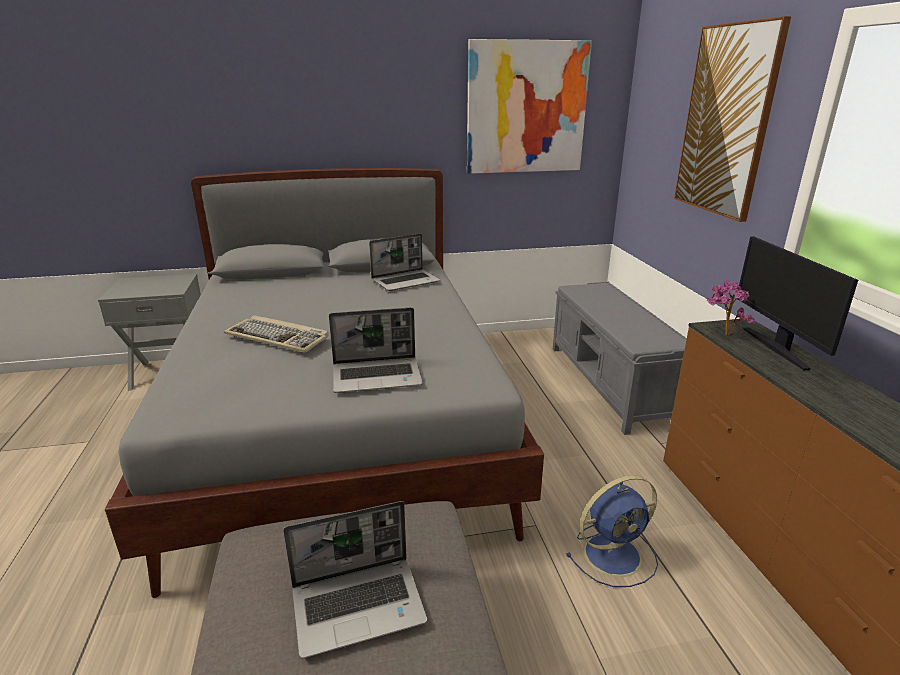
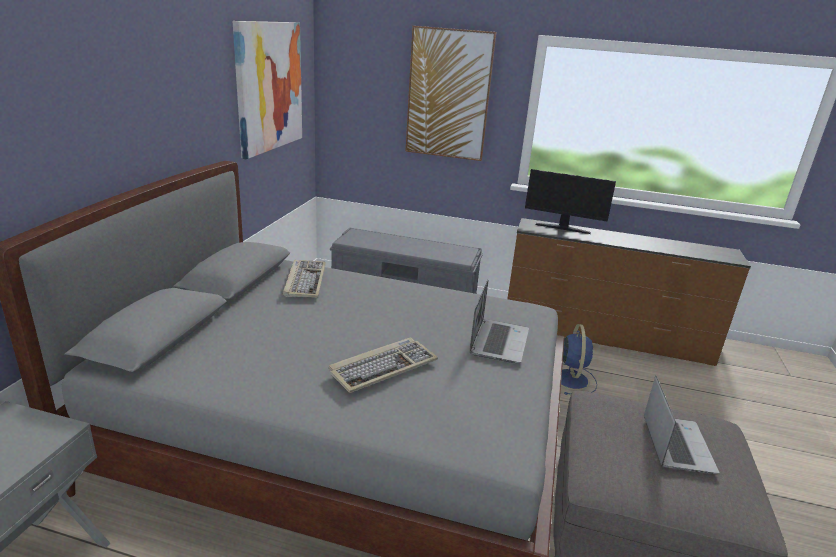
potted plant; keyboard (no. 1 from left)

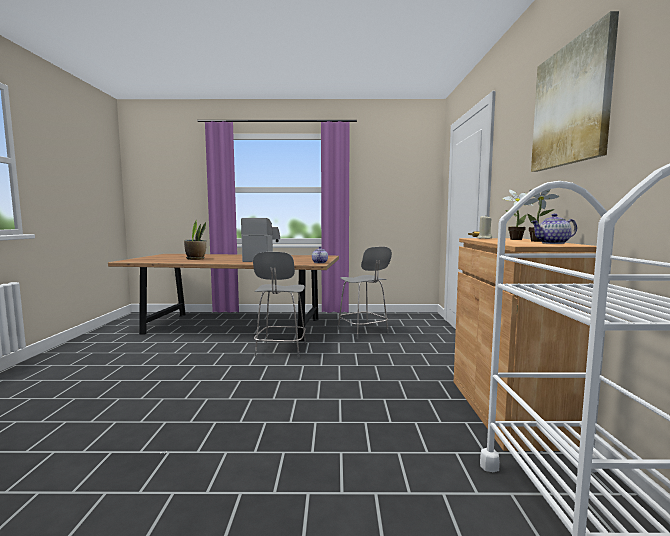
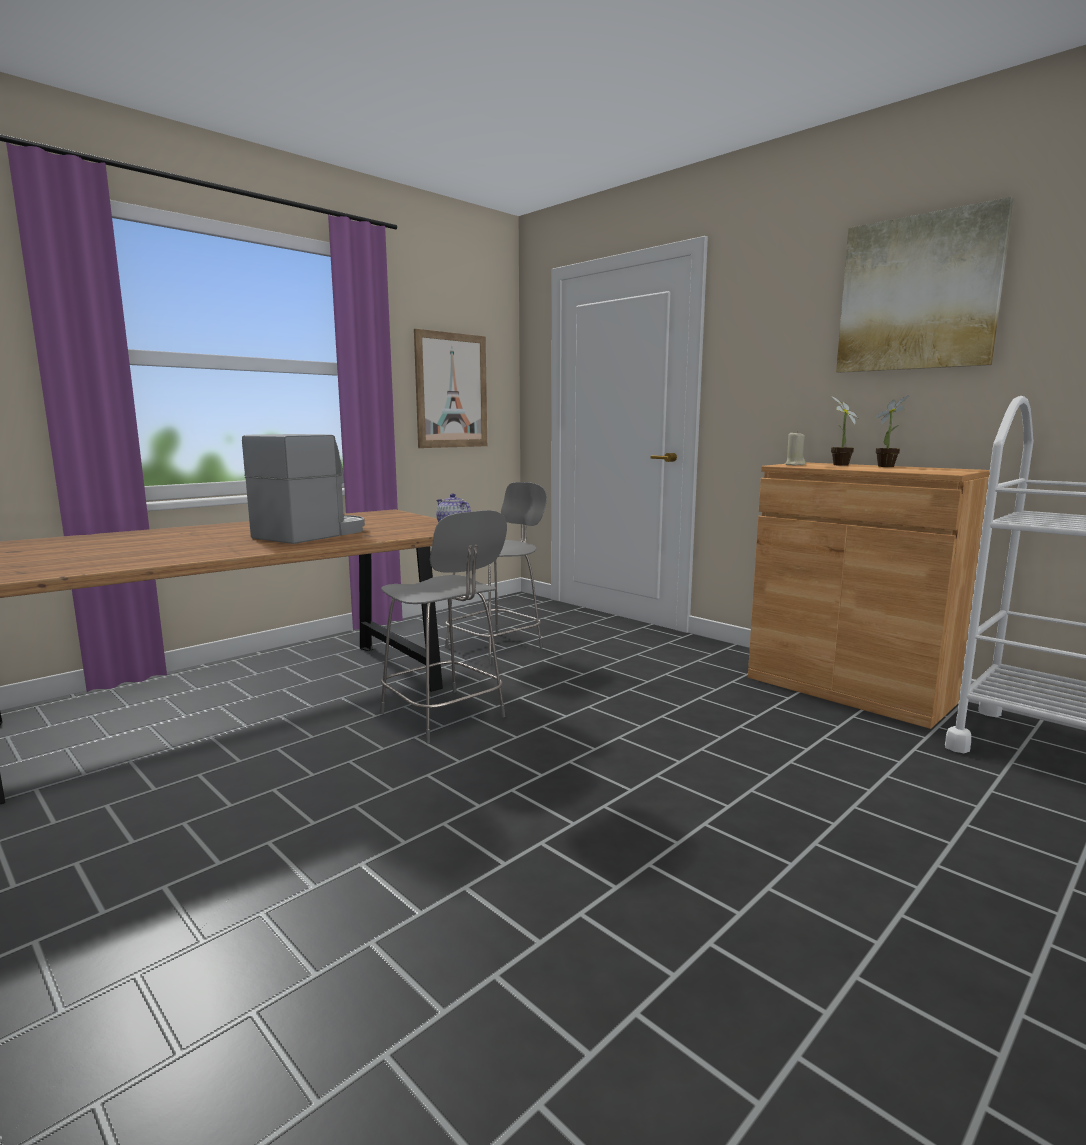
potted plant (no. 1 from left in the first image); teapot (no. 2 from left in the first image); wall art (no. 1 from left); upright chair (grey) (no. 2 from left)

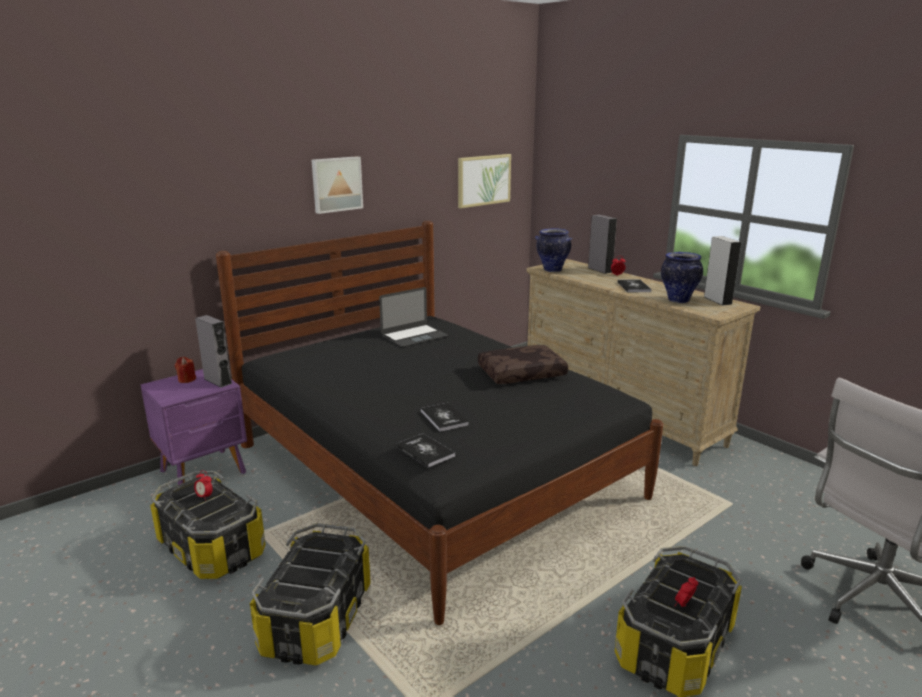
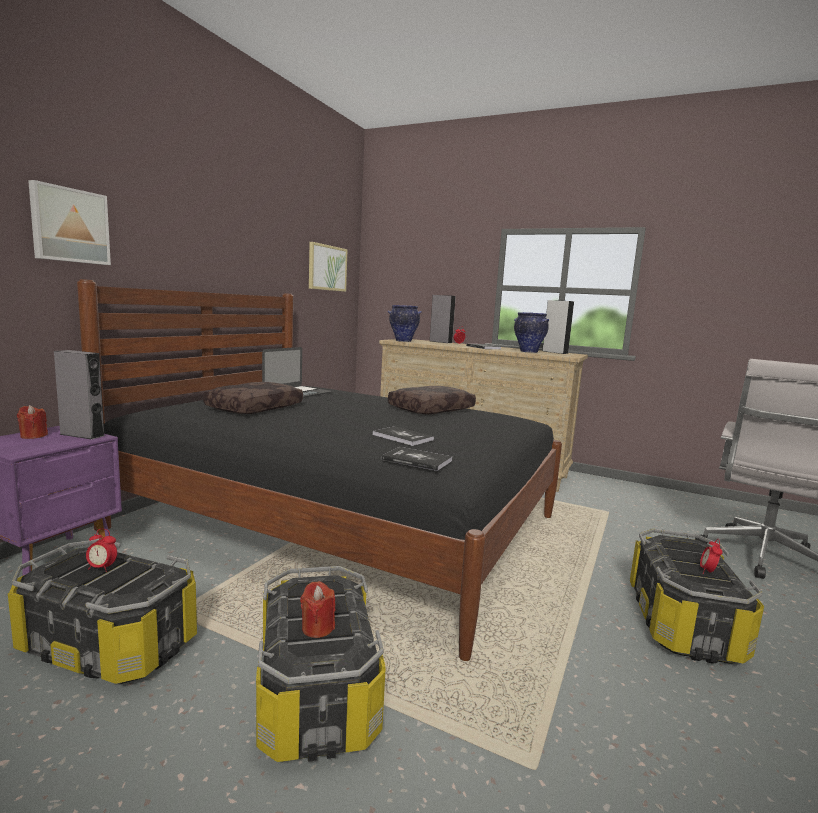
throw pillow (brown-coloured) (no. 1 from left); candle (reddish) (no. 2 from left); wall art (no. 1 from left)

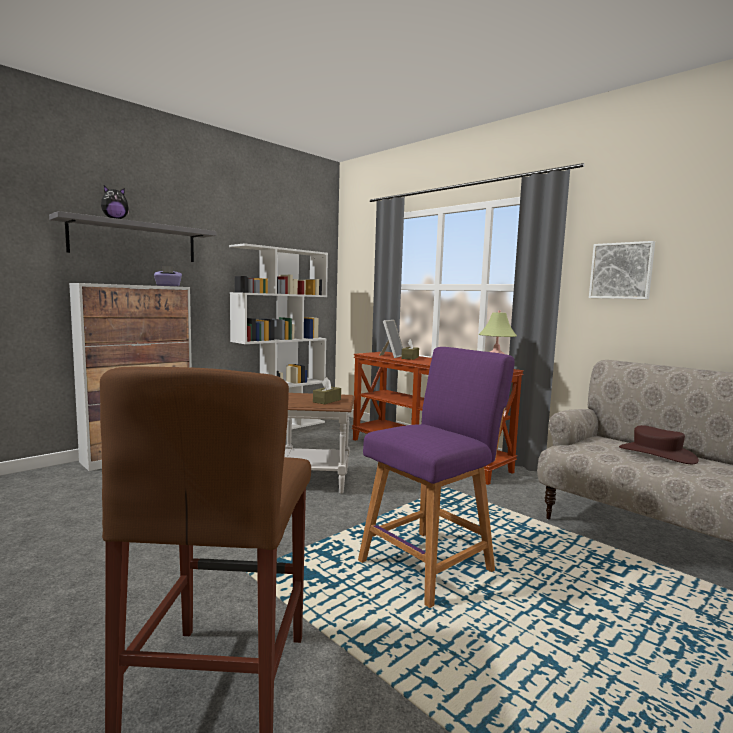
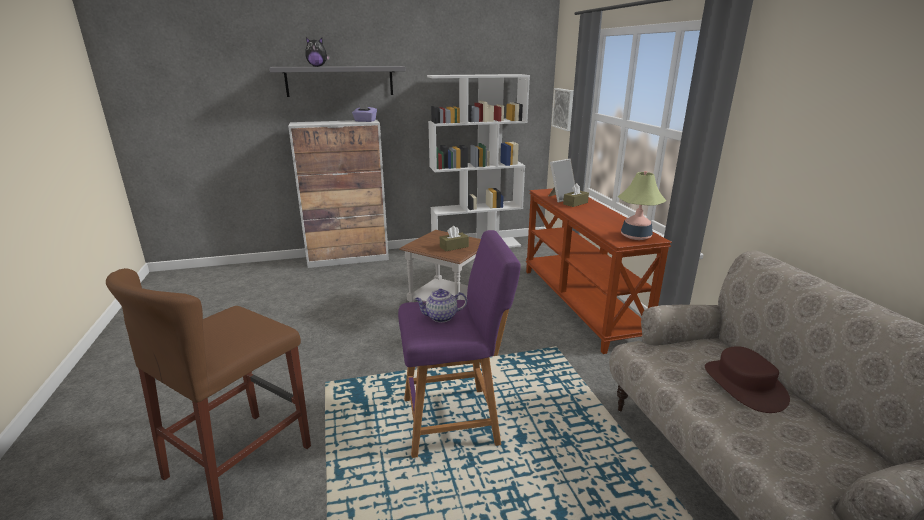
teapot; wall art

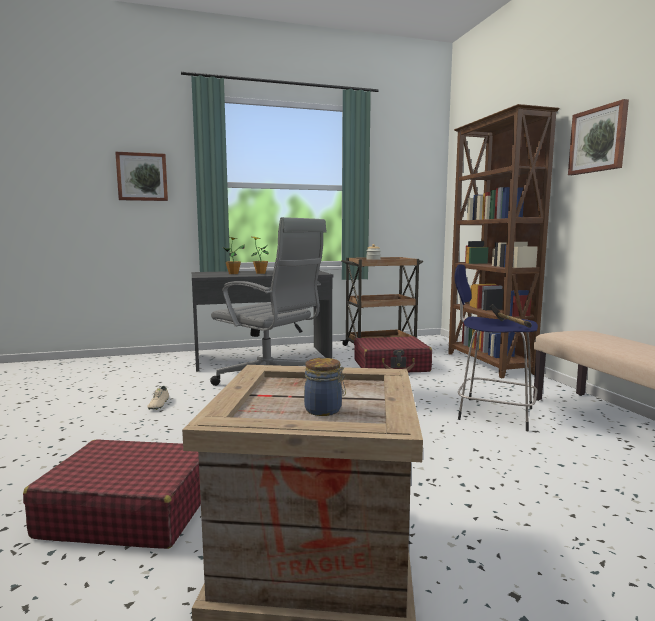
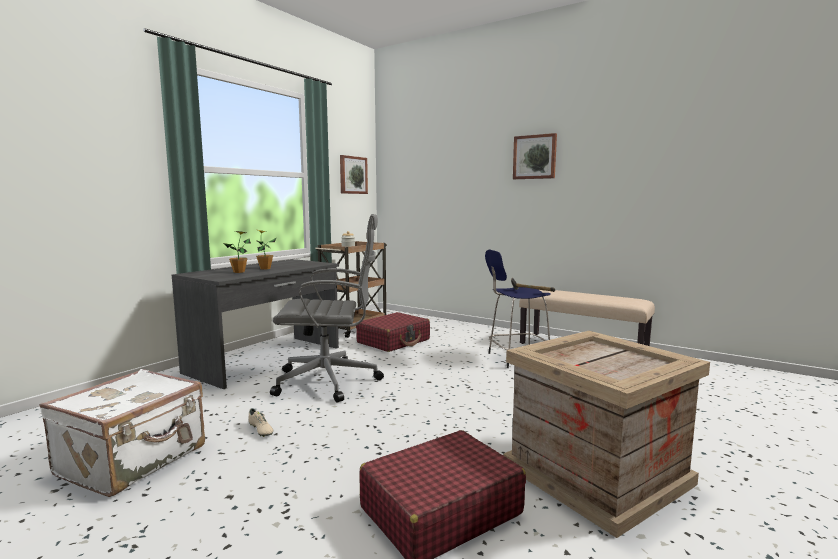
storage jar (no. 1 from left in the first image); bookcase (brown-coloured); travel case (white); wall art (no. 1 from left)

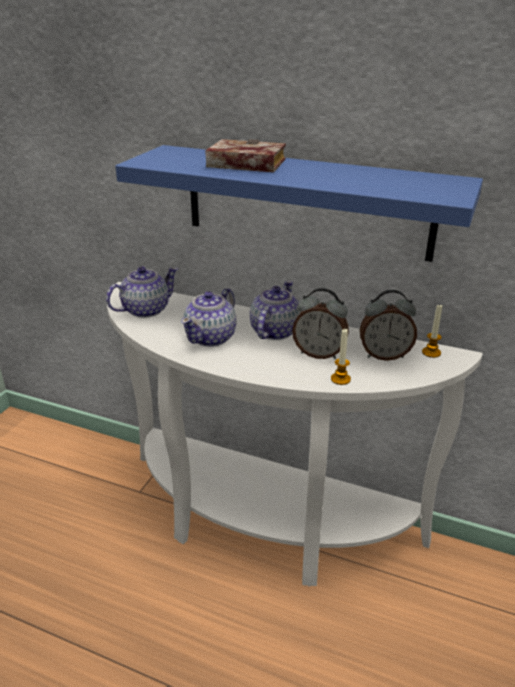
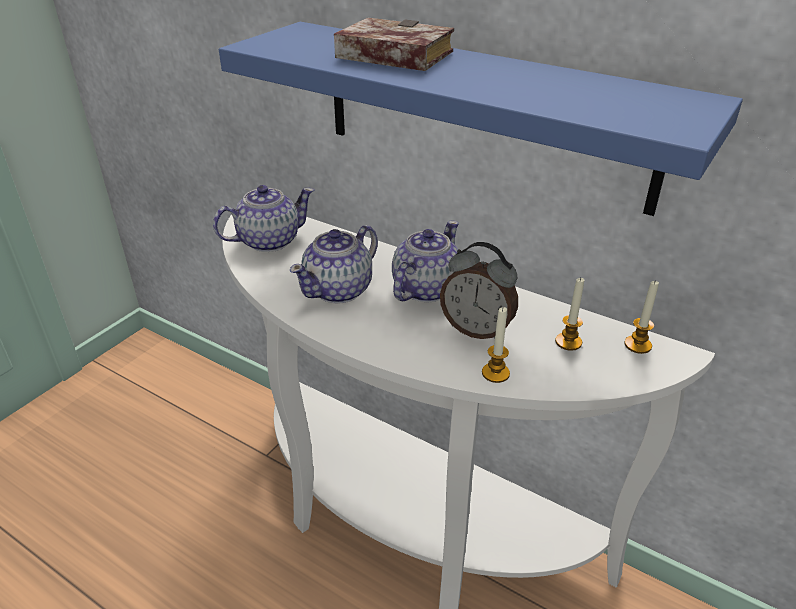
candle (no. 2 from left)

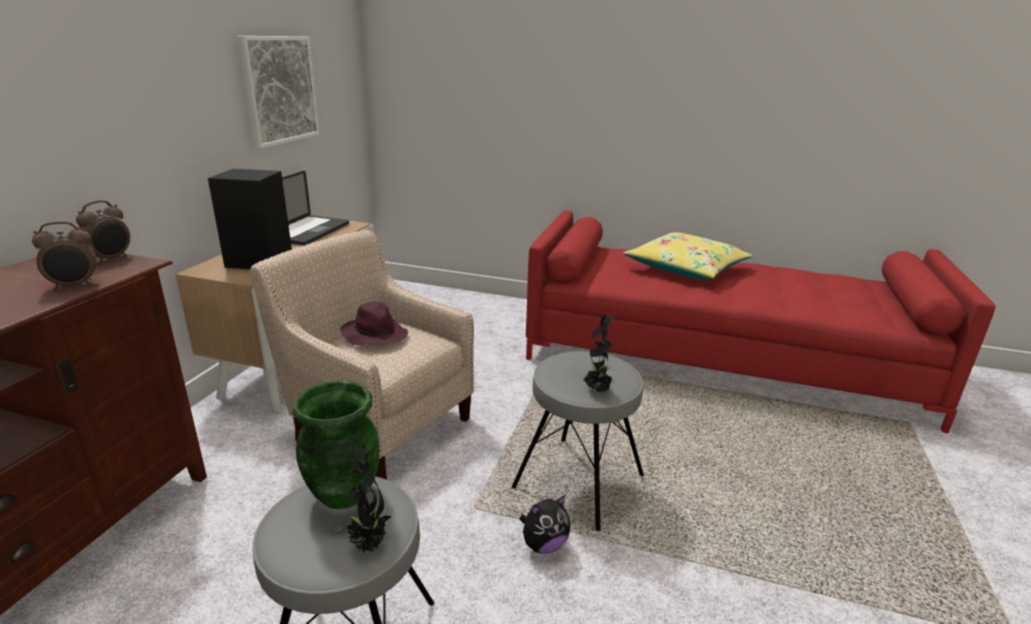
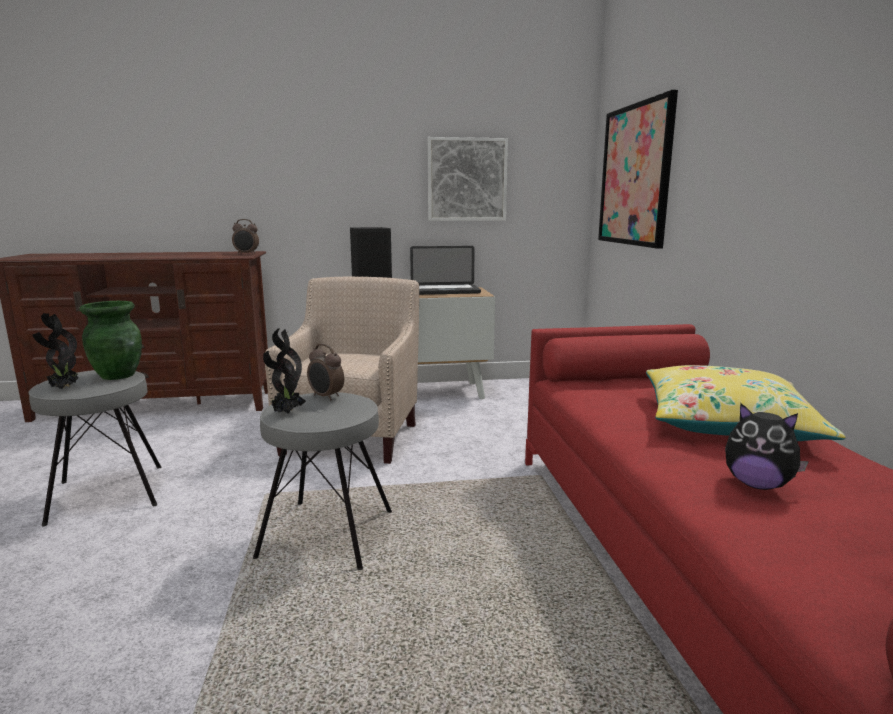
wearable hat (purple-coloured); wall art (no. 2 from left); alarm clock (no. 2 from left); cuddly toy

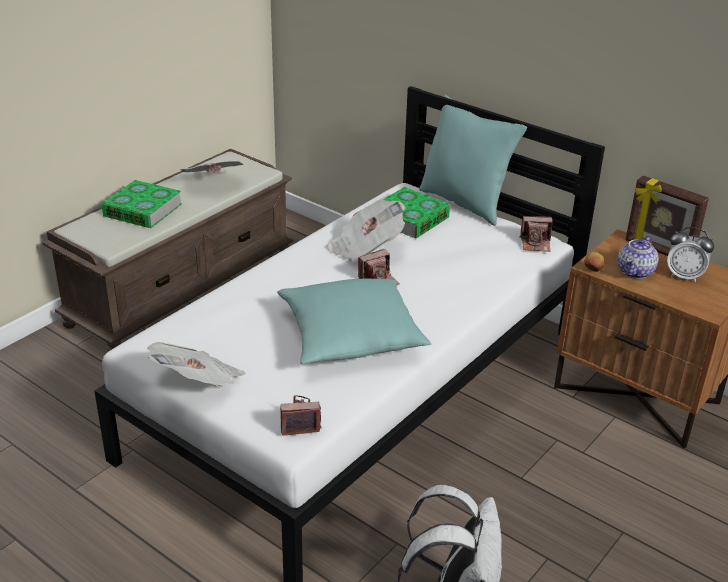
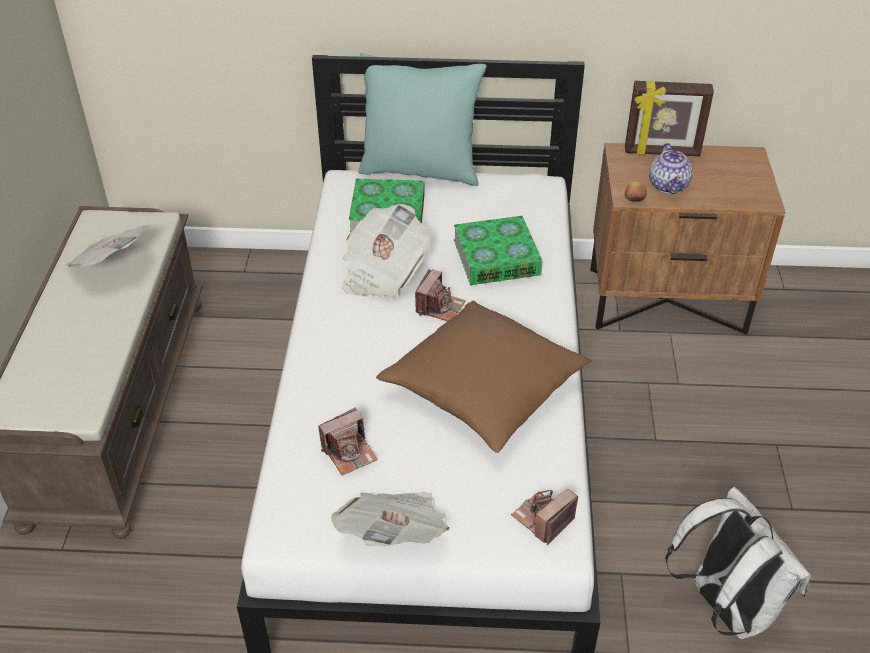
alarm clock; book (no. 2 from left); still camera (no. 1 from left); throw pillow (brown-coloured)

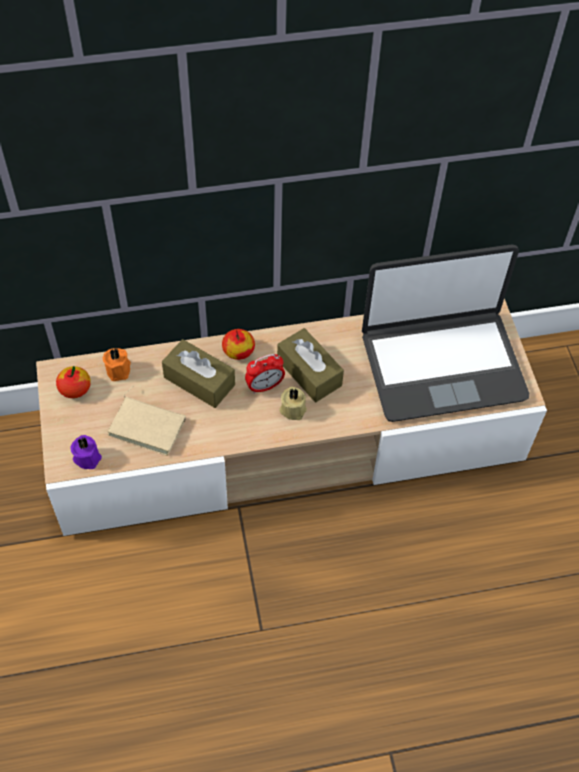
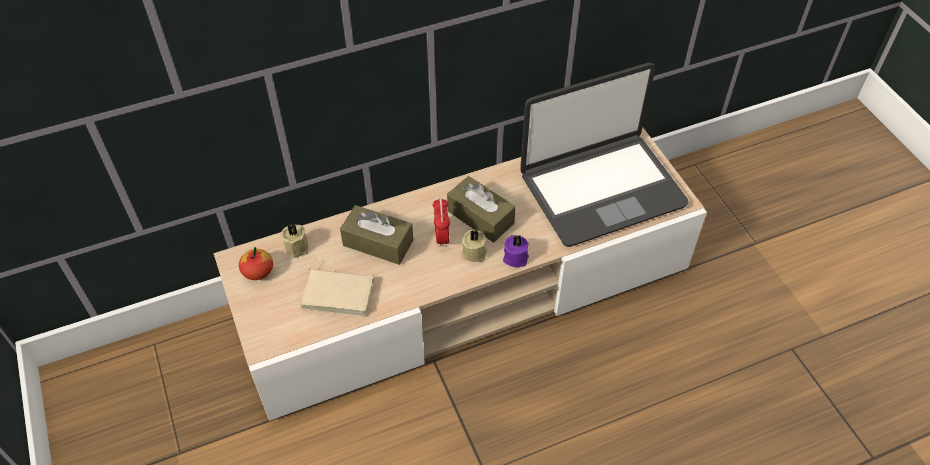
apple fruit (no. 2 from left in the first image); candle (purple-coloured); candle (beige) (no. 1 from left); alarm clock

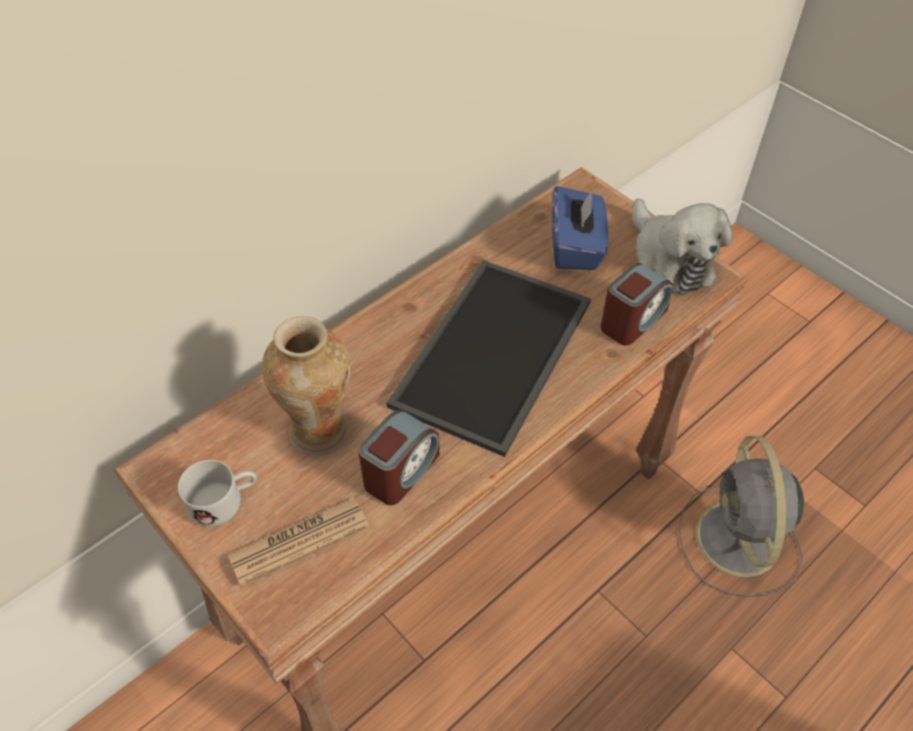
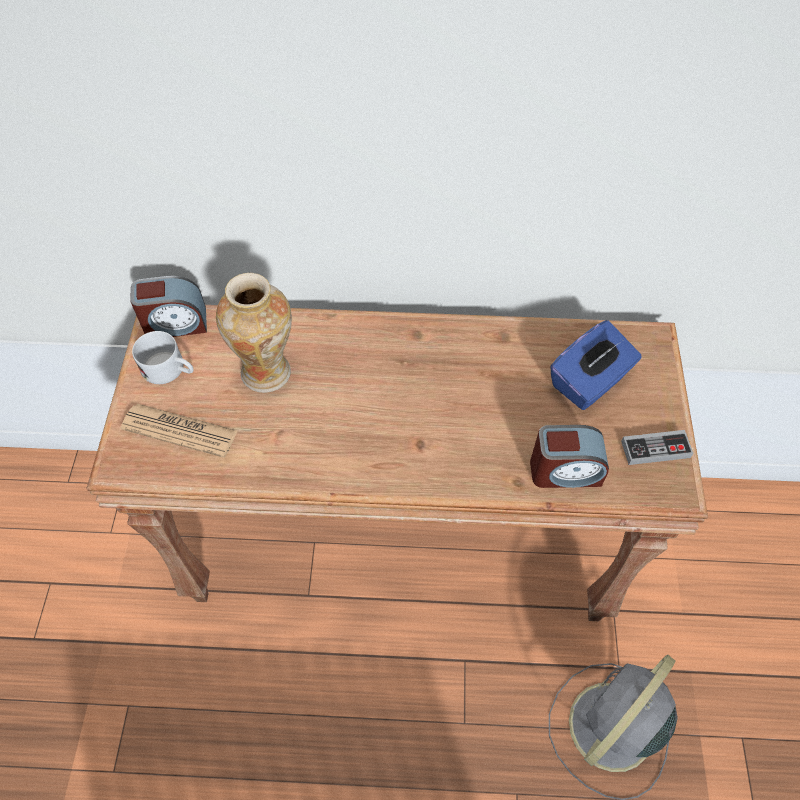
tray; alarm clock (no. 1 from left); game controller

